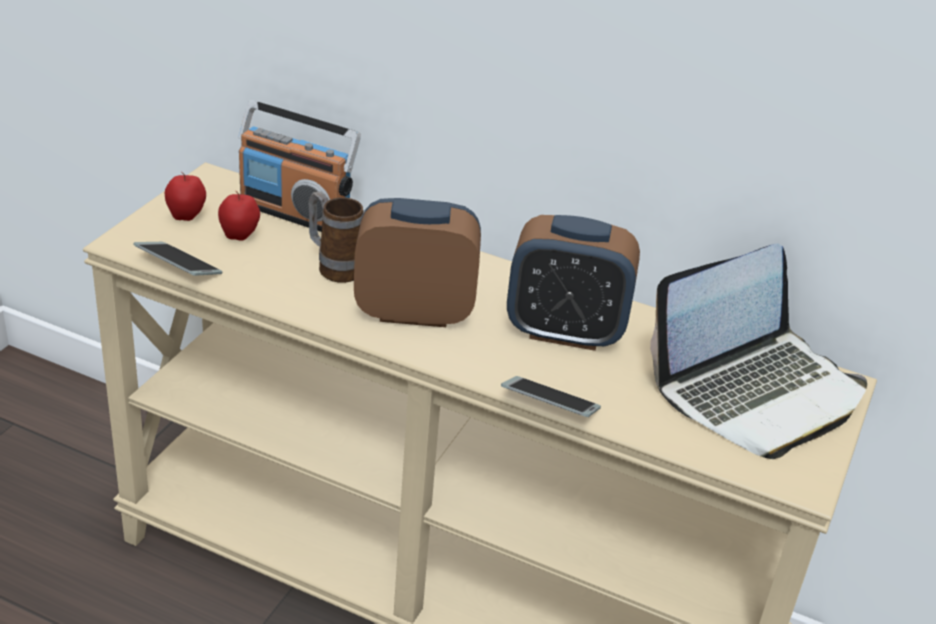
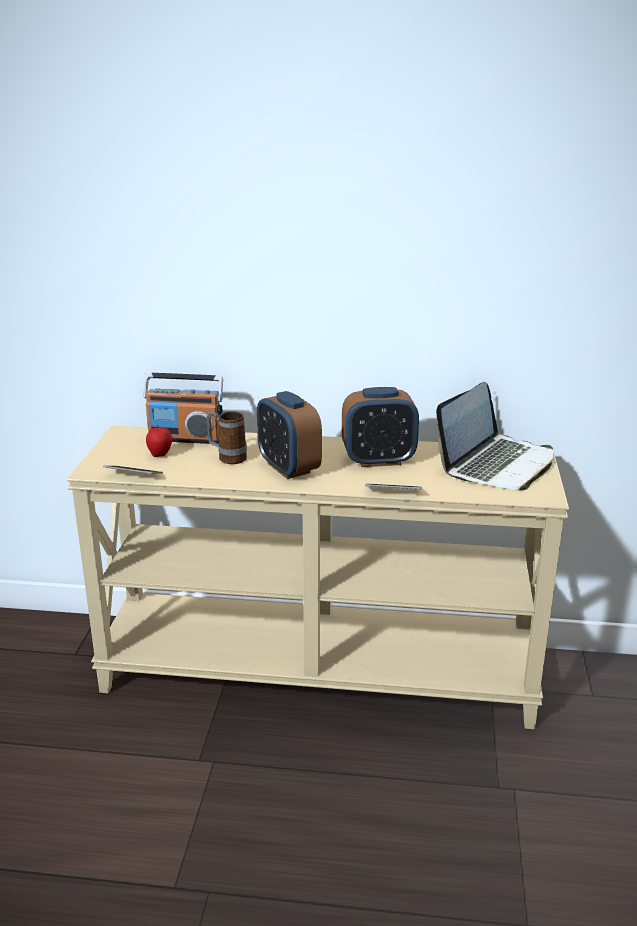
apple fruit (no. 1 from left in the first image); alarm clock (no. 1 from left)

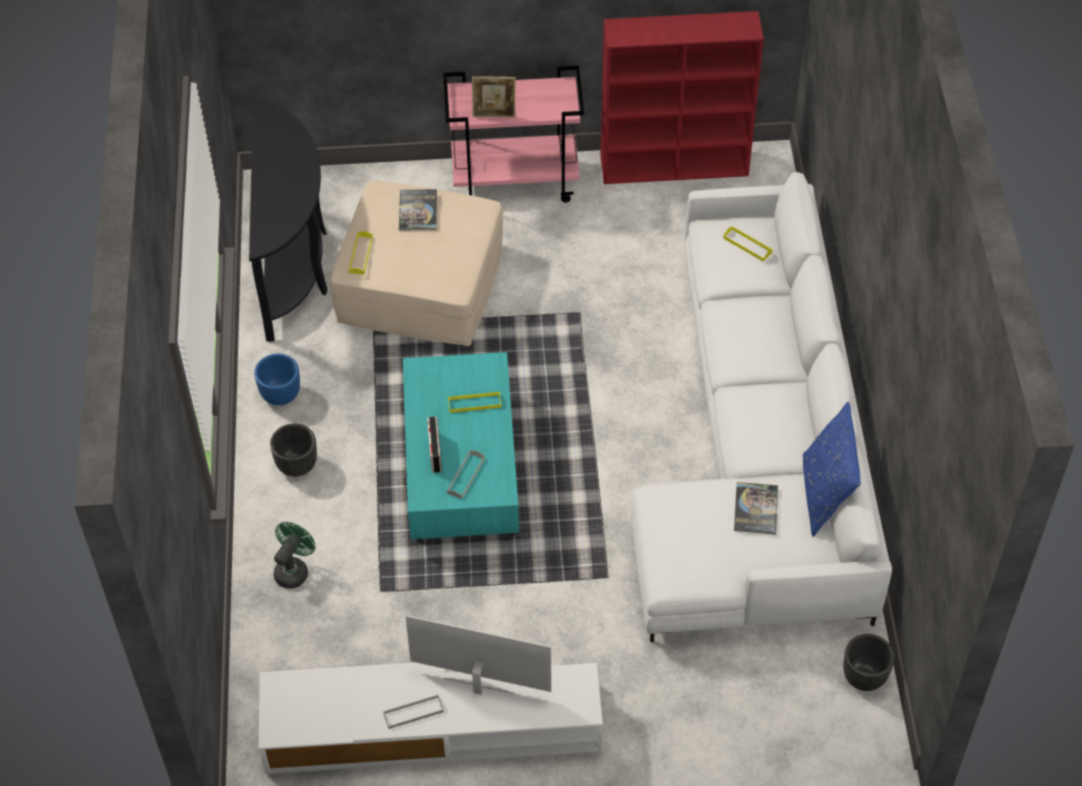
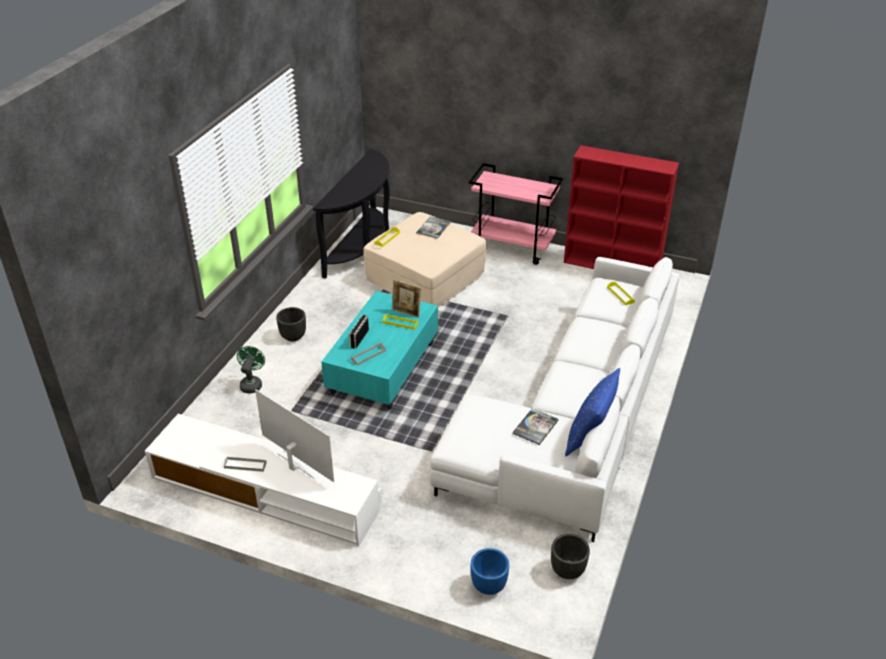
flower pot (bluish); picture frame; cooling fan (green)

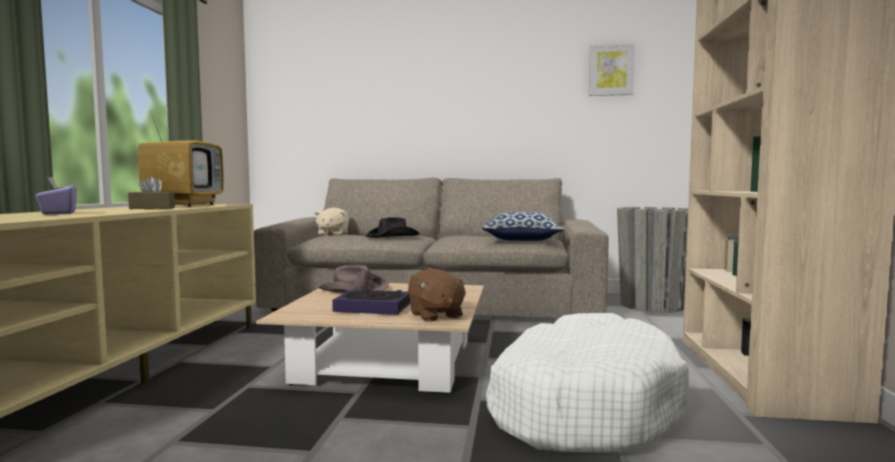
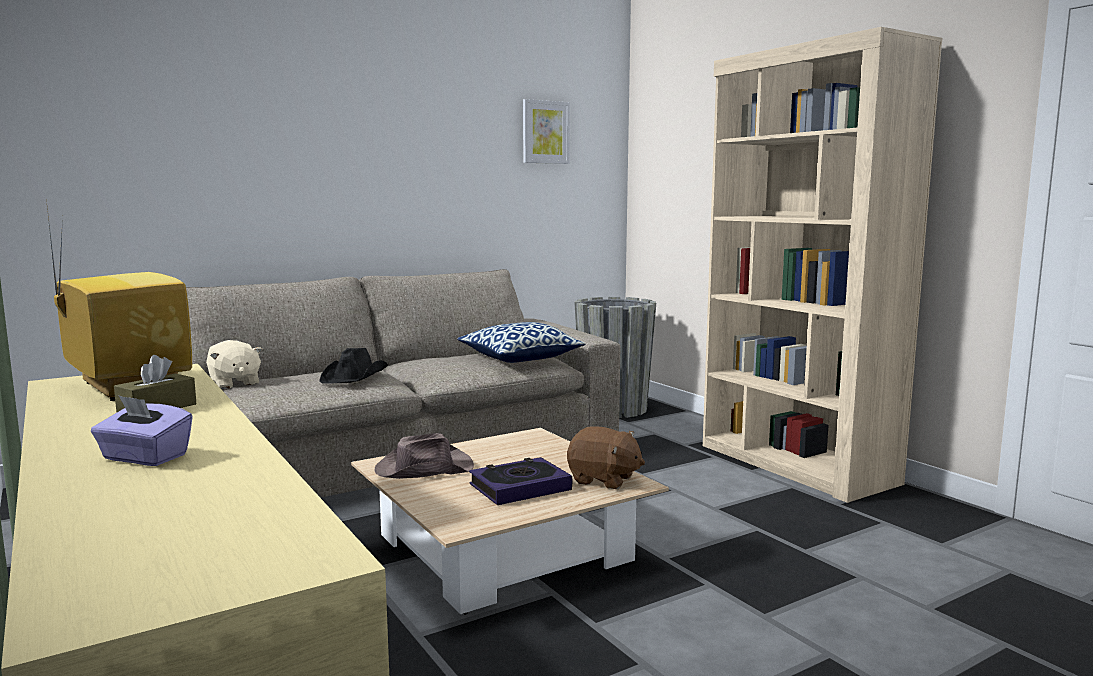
pet bed (white)

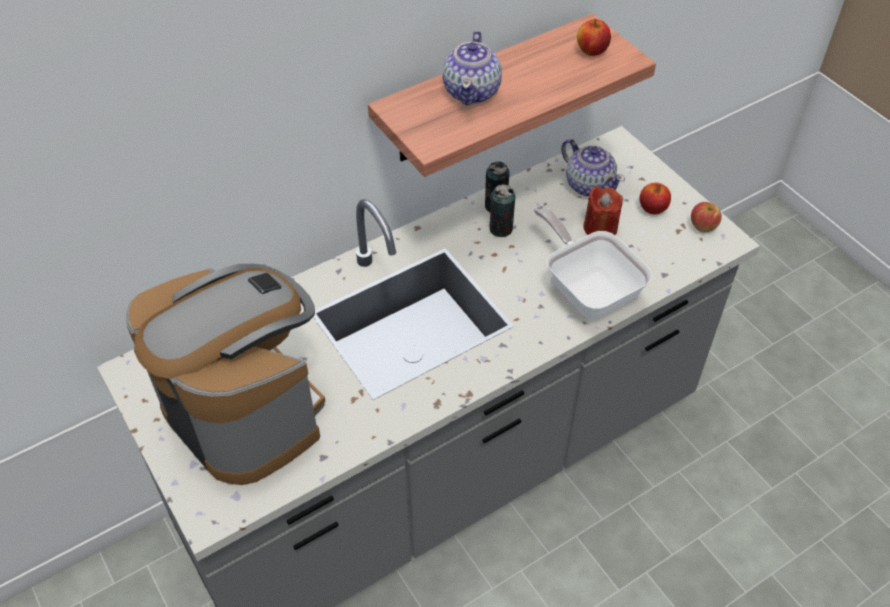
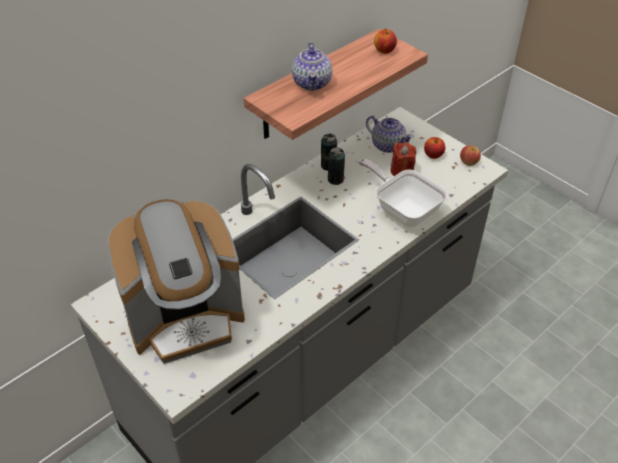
coffee machine

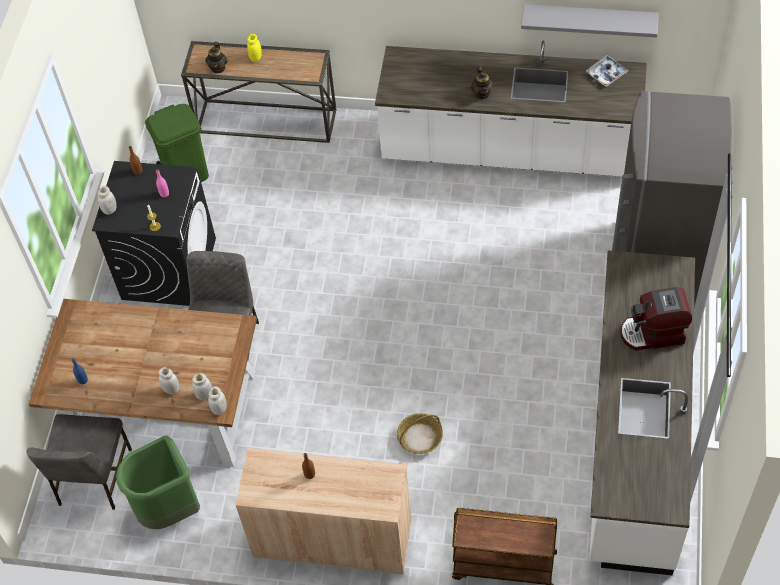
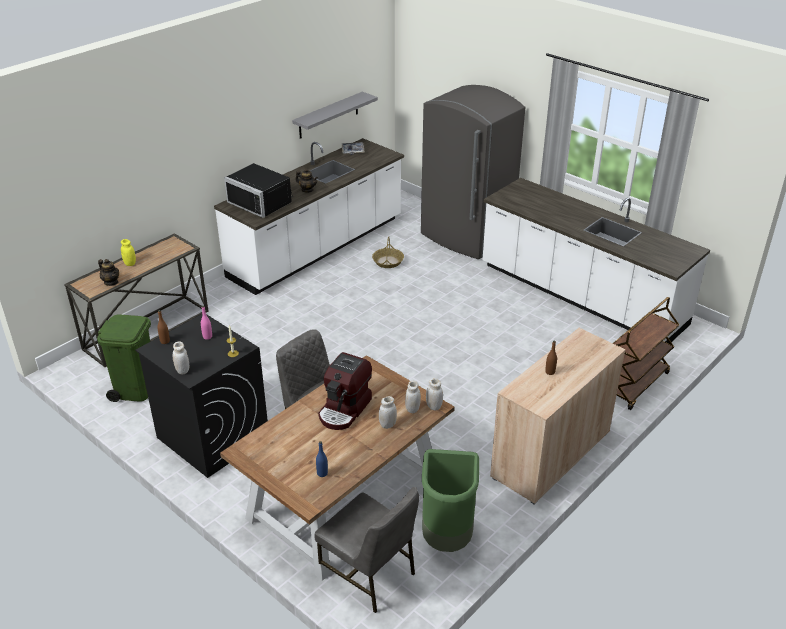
kitchen microwave (blackish); basket; coffee machine

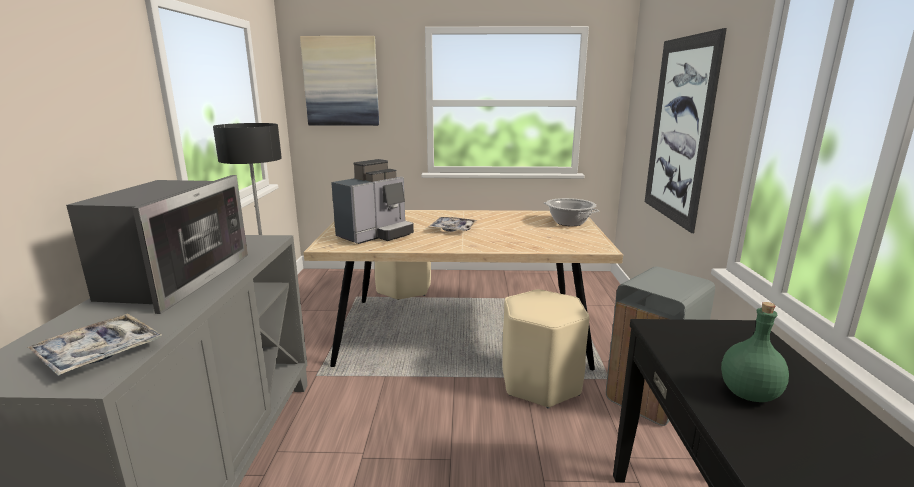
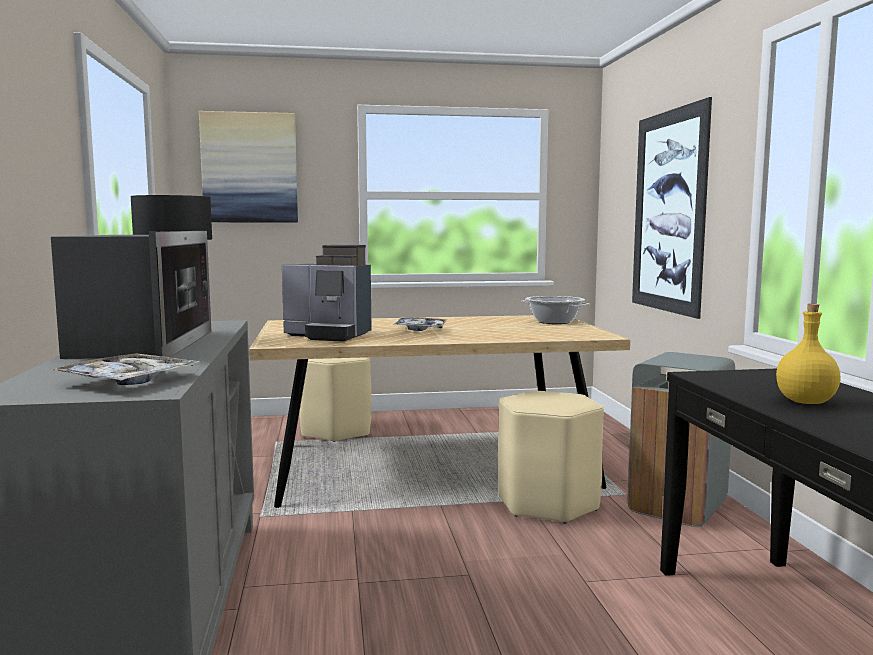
drink bottle (yellow-coloured); coffee machine

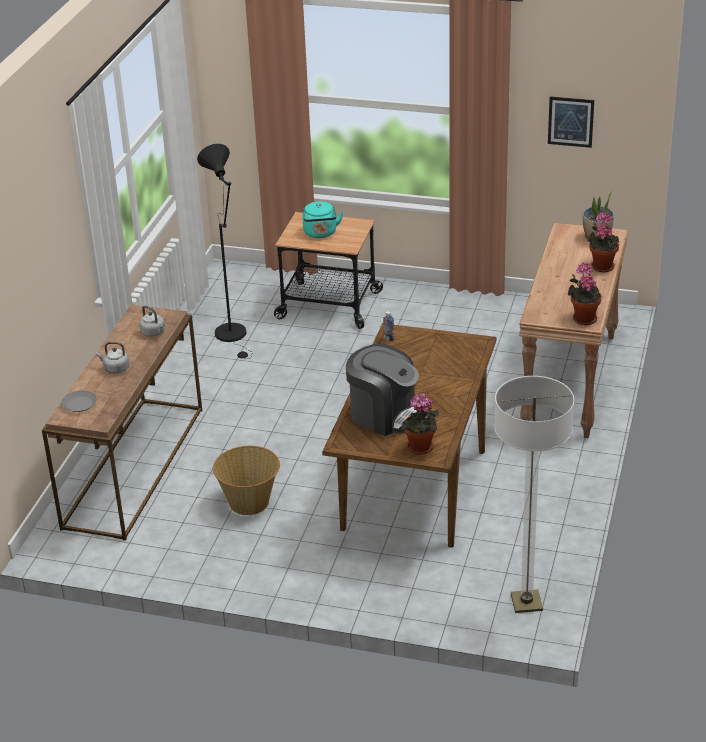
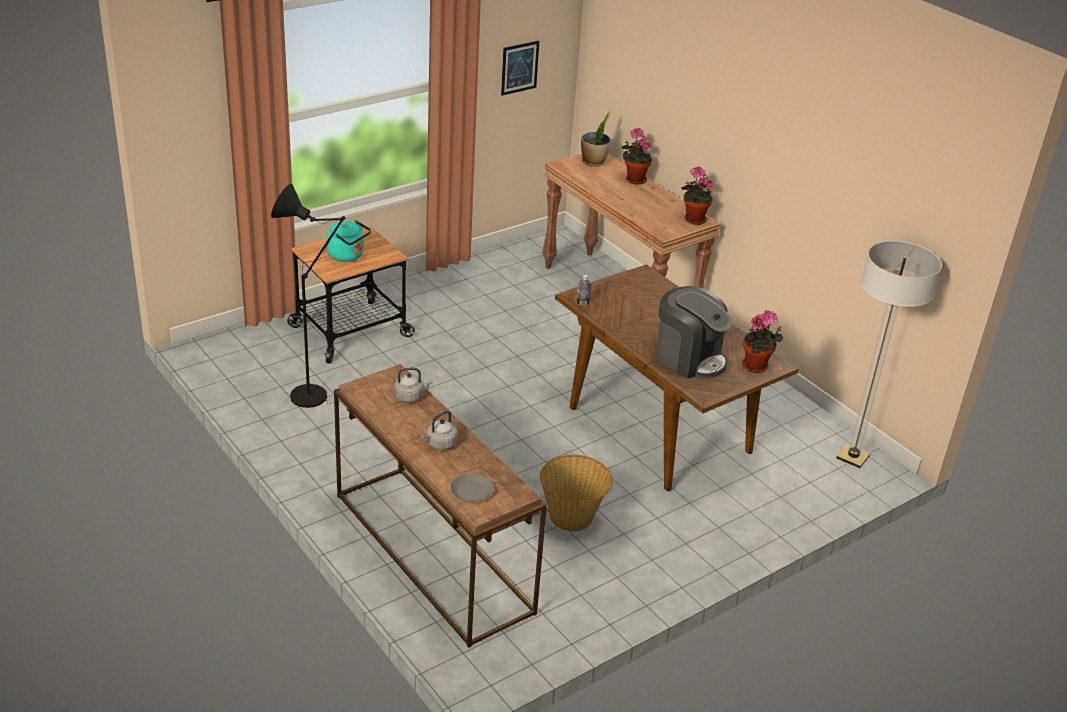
coffee machine

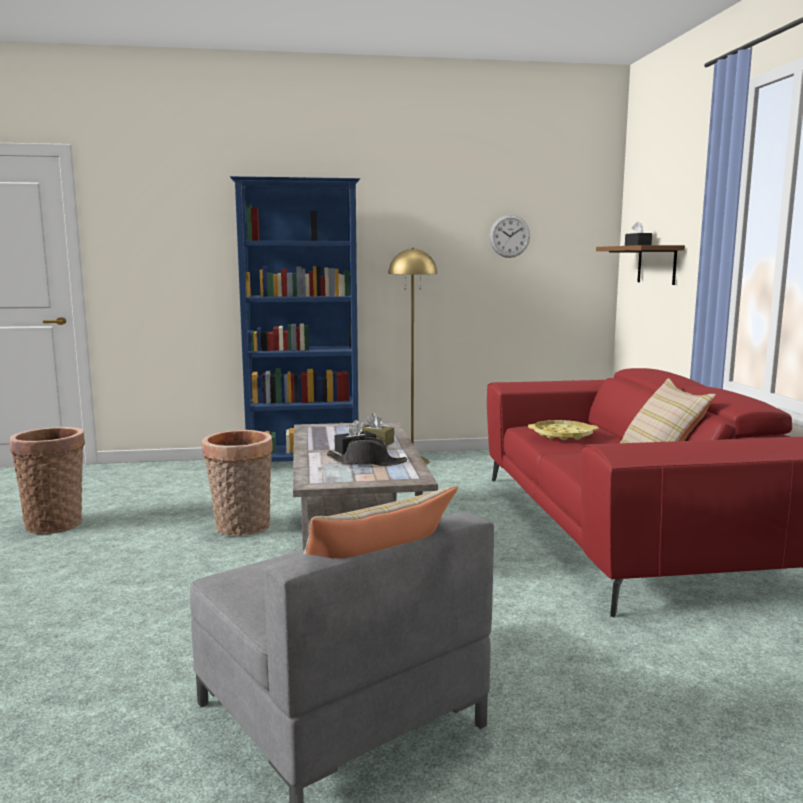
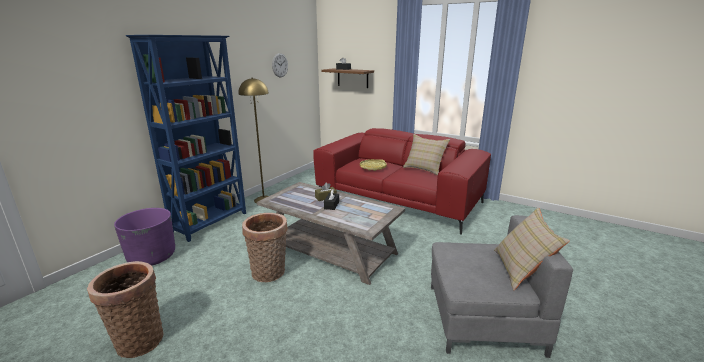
wearable hat (blackish); flower pot (purple-coloured)

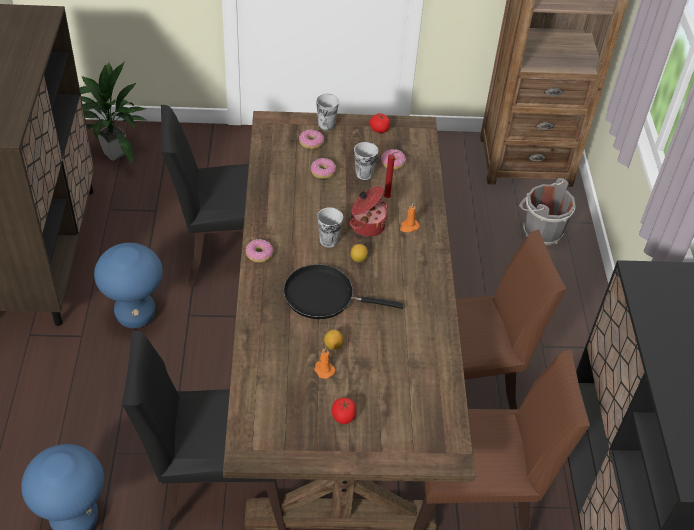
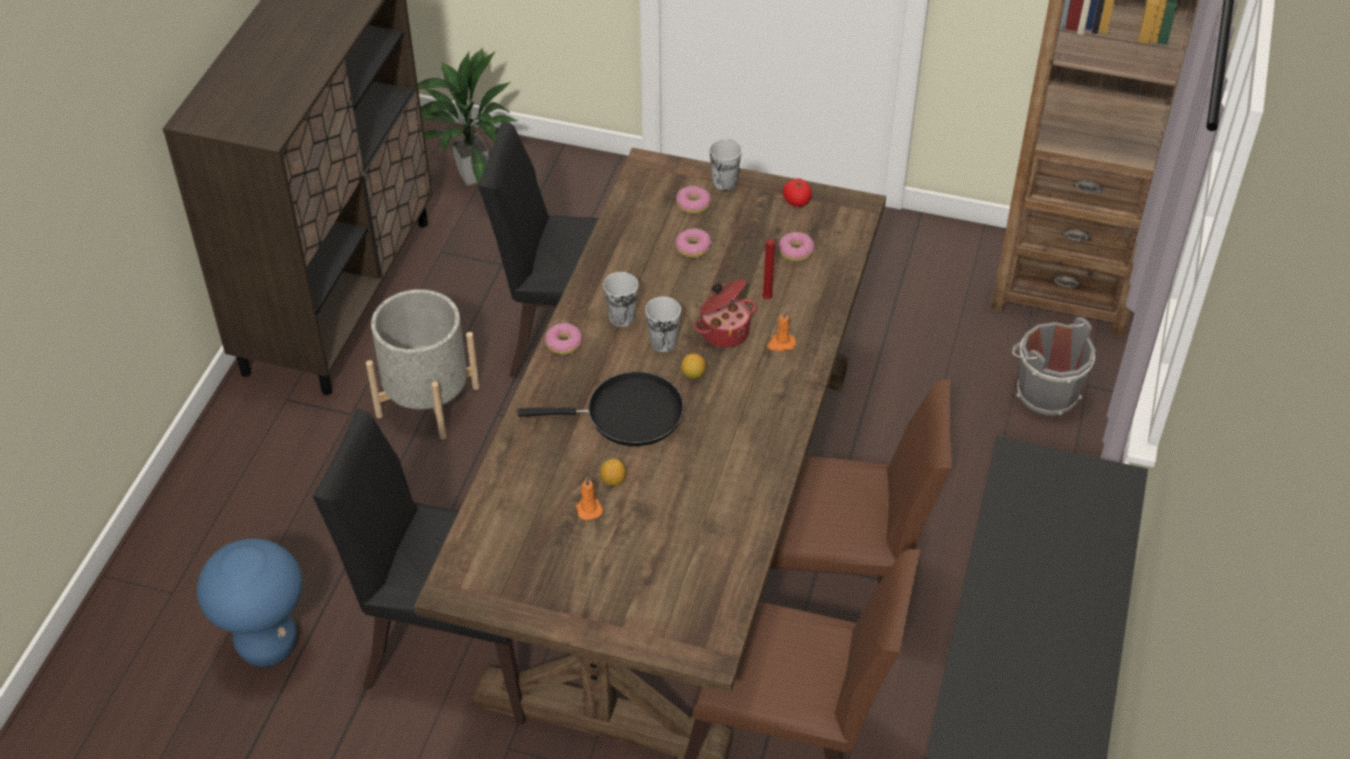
tomato (no. 1 from left in the first image); drinking cup (no. 1 from left); flower pot (grey); skillet (blackish)

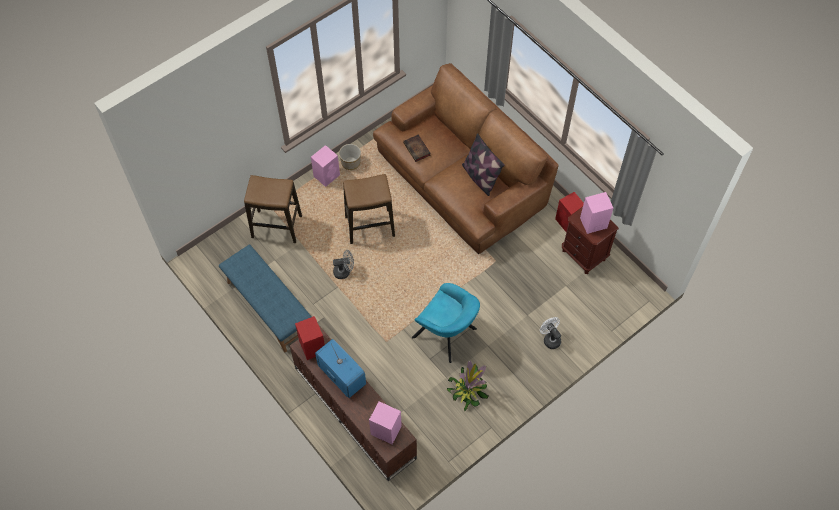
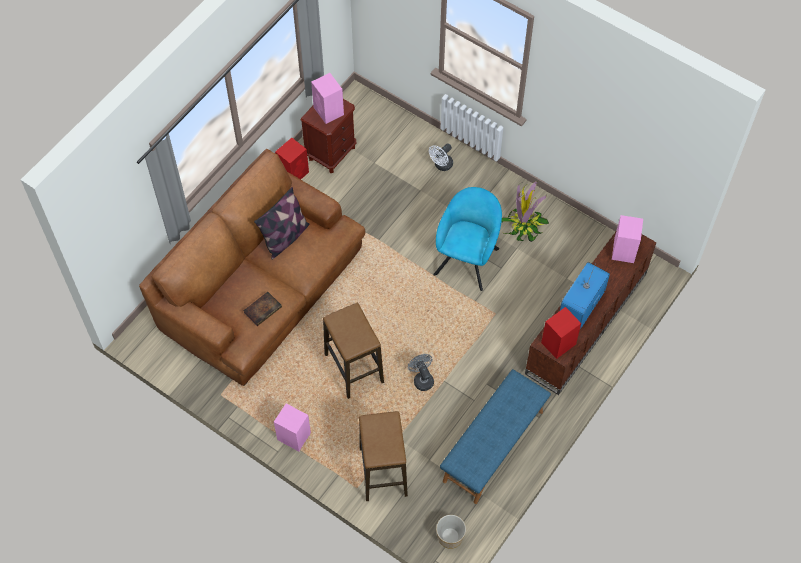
flower pot

